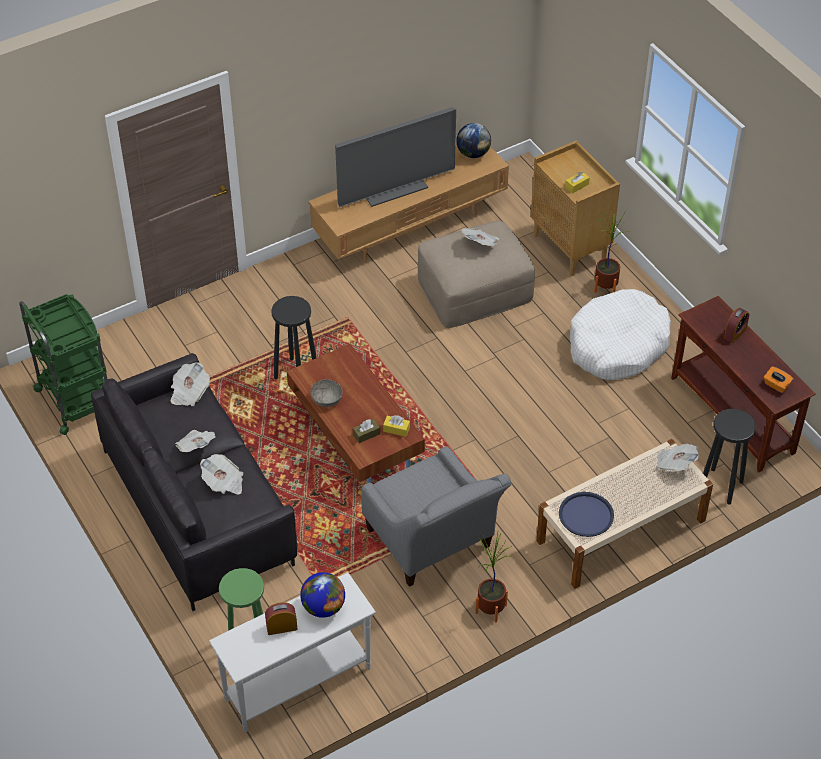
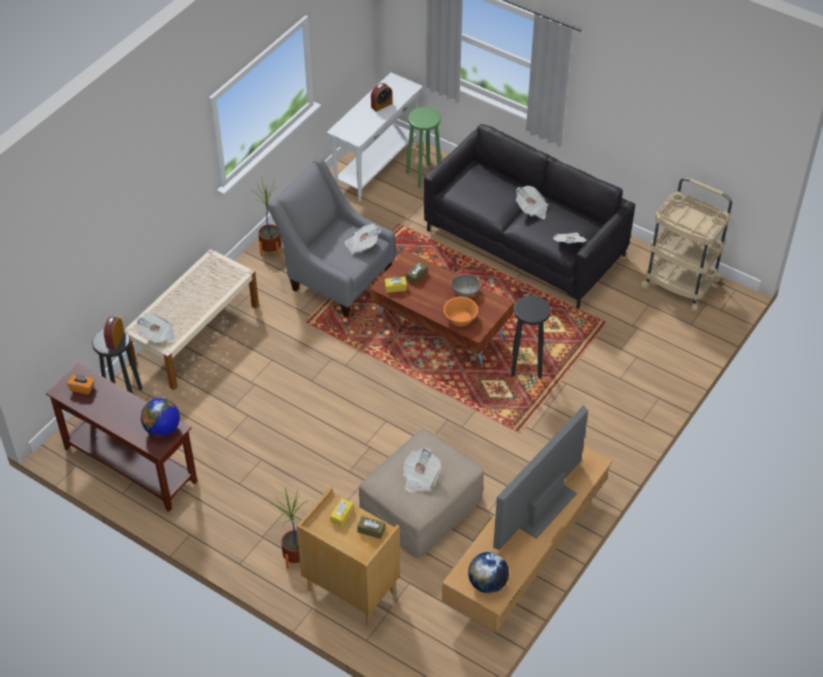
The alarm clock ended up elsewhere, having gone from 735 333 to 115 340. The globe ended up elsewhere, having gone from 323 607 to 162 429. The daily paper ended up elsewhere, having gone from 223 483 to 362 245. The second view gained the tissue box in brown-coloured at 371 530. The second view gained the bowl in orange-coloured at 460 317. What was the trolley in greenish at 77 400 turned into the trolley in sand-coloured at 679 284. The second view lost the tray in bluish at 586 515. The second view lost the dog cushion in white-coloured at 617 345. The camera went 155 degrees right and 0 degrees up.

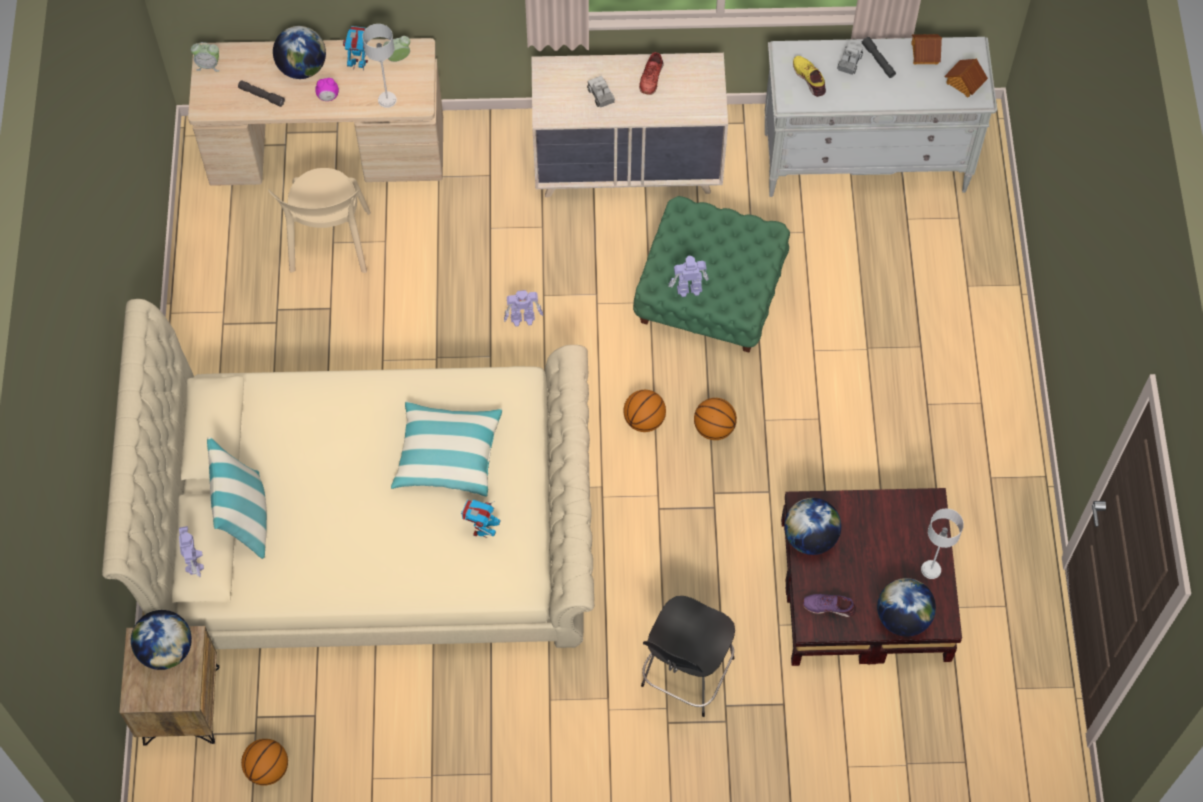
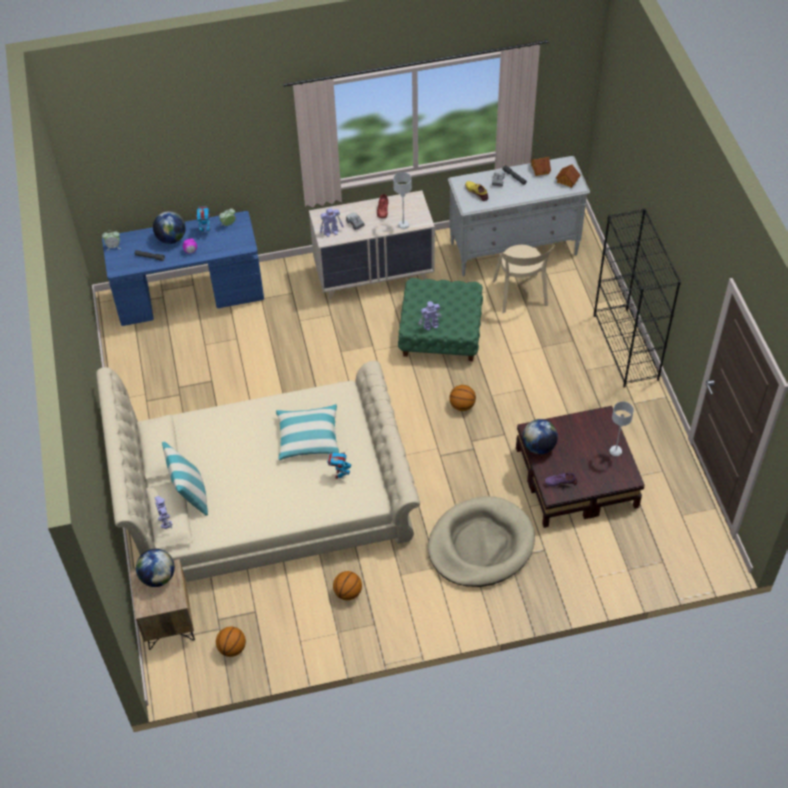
What was the desk in sand-coloured at 327 153 turned into the desk in bluish at 190 297. The toy robot ended up elsewhere, having gone from 523 318 to 331 232. The basketball ball ended up elsewhere, having gone from 644 420 to 348 592. The table lamp in greyish ended up elsewhere, having gone from 387 99 to 403 225. Where the chair in black stood at 686 675, the dog cushion in sand-coloured came to stand at 480 545. The chair in sand-coloured ended up elsewhere, having gone from 330 245 to 520 295. The second view gained the shelving unit in black at 626 347. The second view lost the globe at 902 618. The camera went 10 degrees left and 10 degrees down.

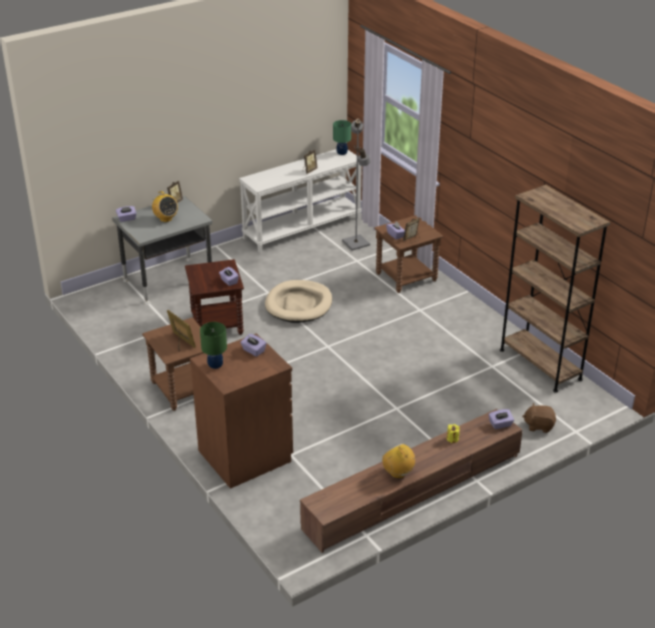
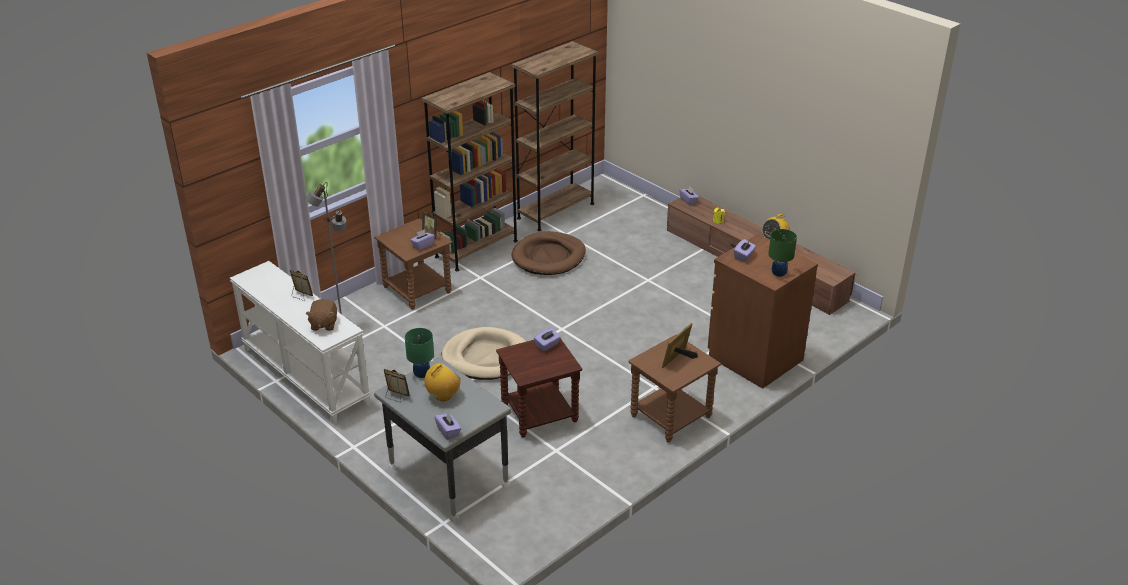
The soft toy in brown-coloured ended up elsewhere, having gone from 539 425 to 323 324. The table lamp in greenish ended up elsewhere, having gone from 342 153 to 421 374. The second view gained the shelving unit in brown-coloured at 476 249. The second view gained the dog cushion in brown-coloured at 549 257. The camera went 100 degrees left and 0 degrees up.

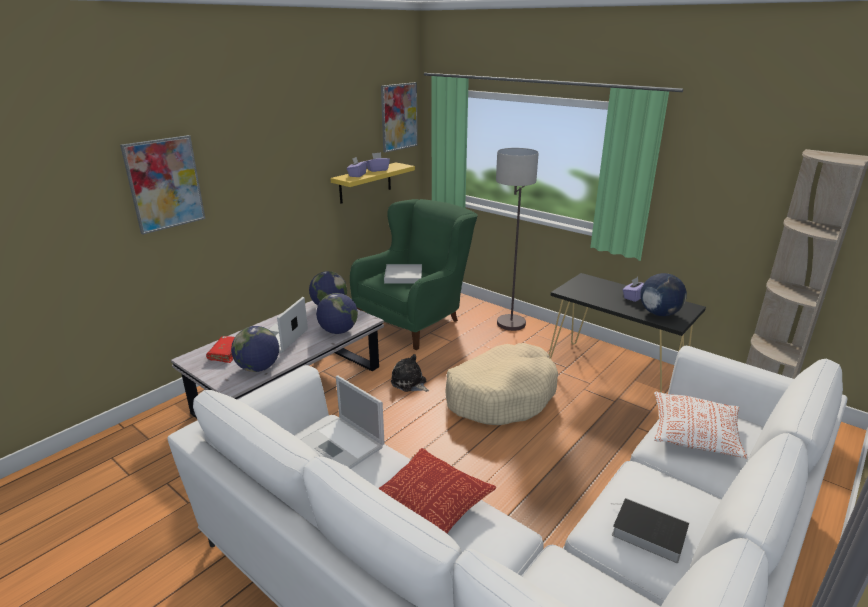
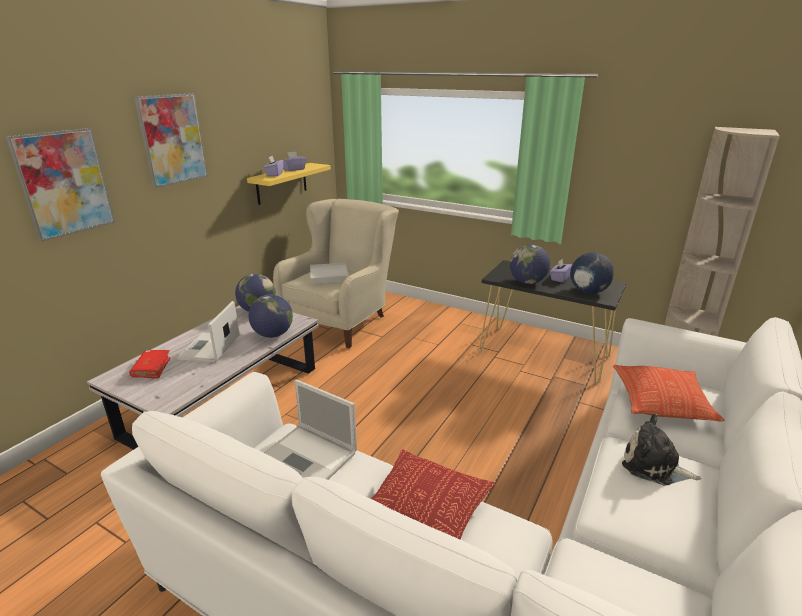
The wall art ended up elsewhere, having gone from 399 117 to 172 139. What was the easy chair in greenish at 417 320 turned into the easy chair in sand-coloured at 343 319. The globe ended up elsewhere, having gone from 258 368 to 527 282. What was the cushion in white-coloured at 694 435 turned into the cushion in orange-coloured at 661 404. The soft toy ended up elsewhere, having gone from 410 383 to 654 465. The second view lost the dog cushion in sand-coloured at 501 395. The second view lost the floor lamp in greyish at 508 327. The second view lost the book at 646 532. The camera went 10 degrees left and 0 degrees up.

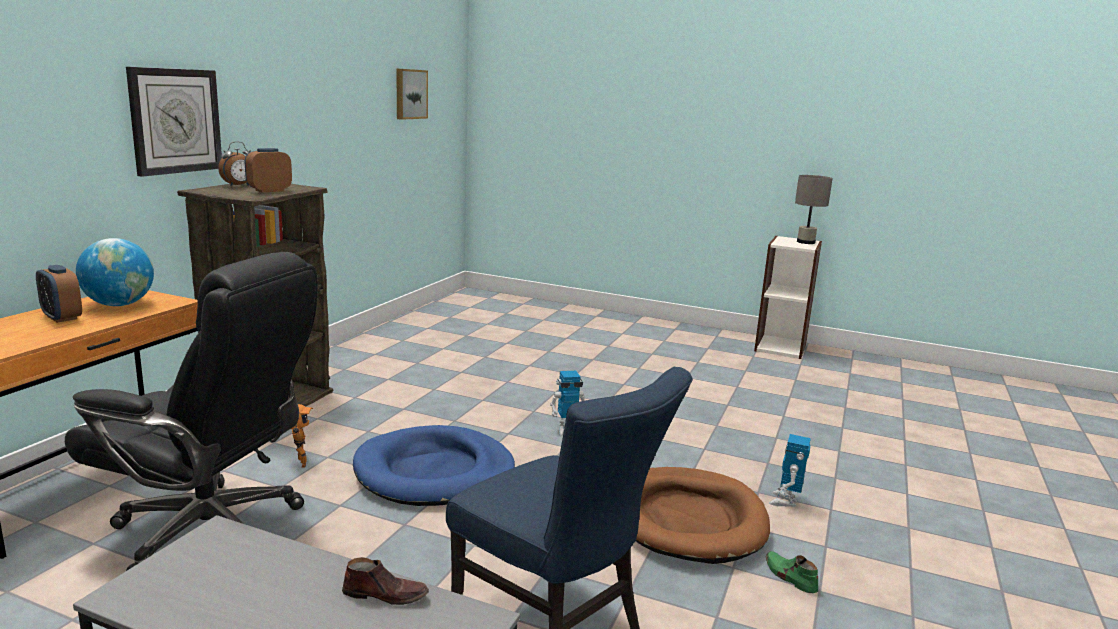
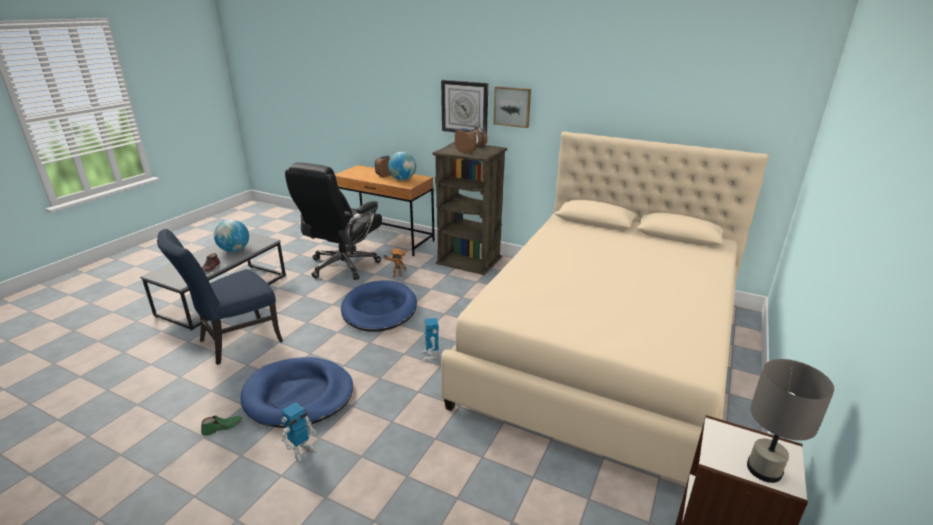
The second view gained the globe at 234 250. What was the dog cushion in brown-coloured at 689 519 turned into the dog cushion in bluish at 298 395. The toy robot at 785 501 ended up facing another way, 105 degrees clockwise from before. The second view gained the bed in sand-coloured at 605 350. The wall art ended up elsewhere, having gone from 410 94 to 512 106. The camera went 95 degrees right and 10 degrees up.

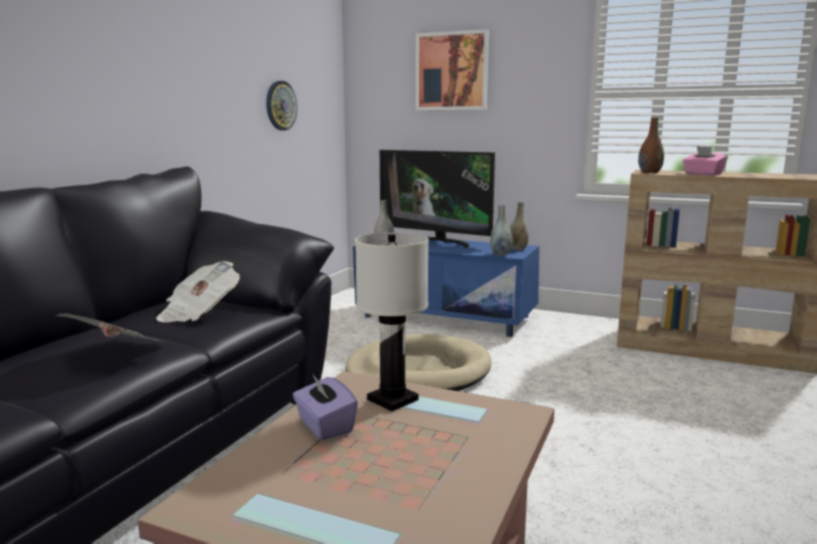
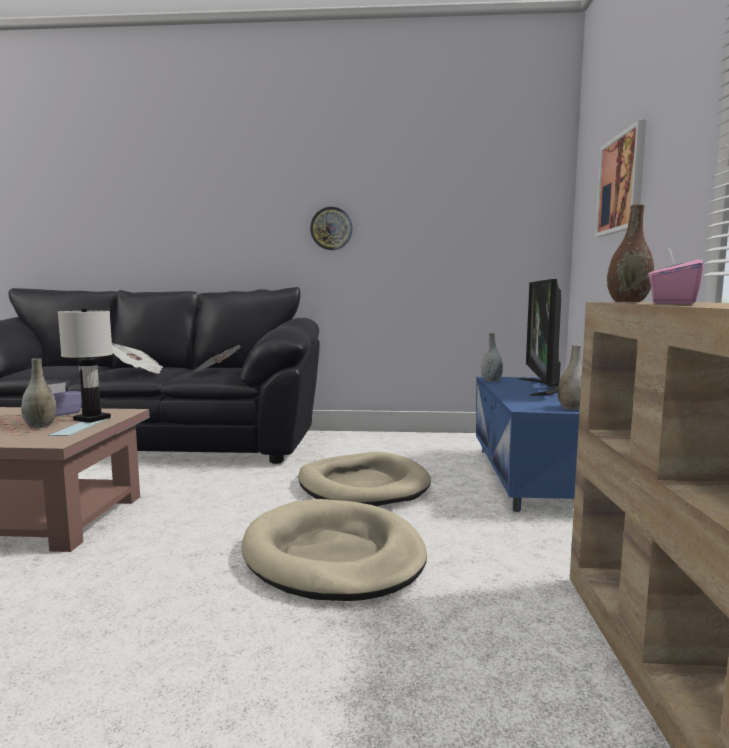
The flower vase in greyish ended up elsewhere, having gone from 500 254 to 40 426. The second view gained the dog cushion in sand-coloured at 333 556. The hanging clock ended up elsewhere, having gone from 280 105 to 331 228. The camera went 70 degrees right and 5 degrees down.

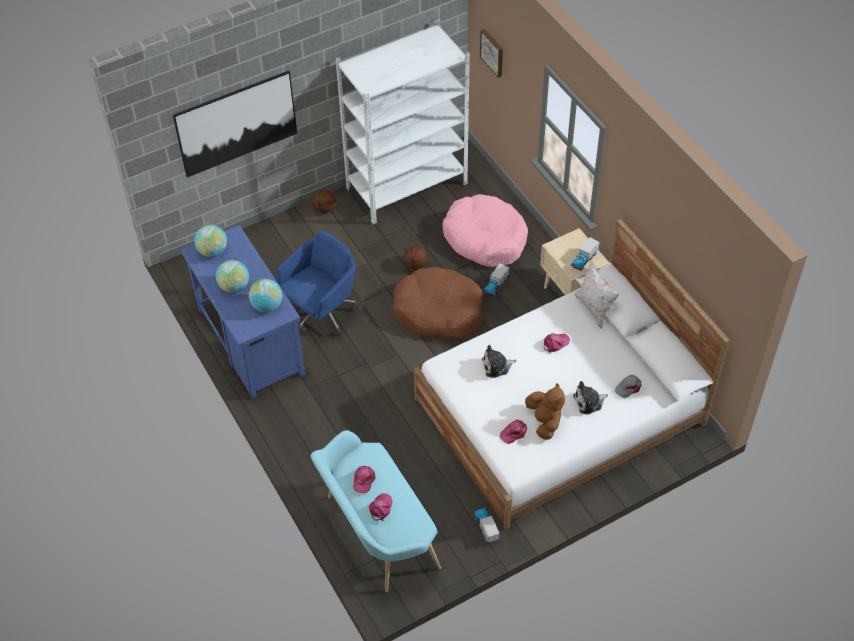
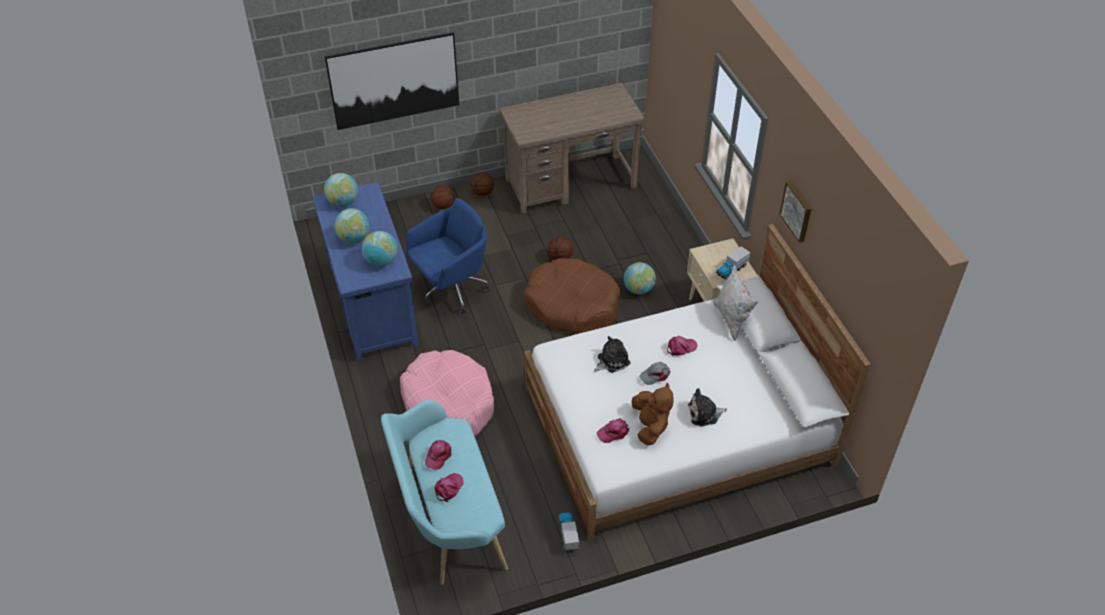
The dog cushion in pink ended up elsewhere, having gone from 485 238 to 448 403. The second view gained the basketball ball at 443 206. Where the shelving unit in white-coloured stood at 407 186, the desk in brown-coloured came to stand at 571 183. The soft toy at 497 366 ended up facing another way, 150 degrees clockwise from before. Where the toy lorry stood at 495 285, the globe came to stand at 638 289. The baseball cap in greyish ended up elsewhere, having gone from 628 387 to 655 375. The wall art ended up elsewhere, having gone from 493 52 to 797 211. The camera went 10 degrees right and 5 degrees down.

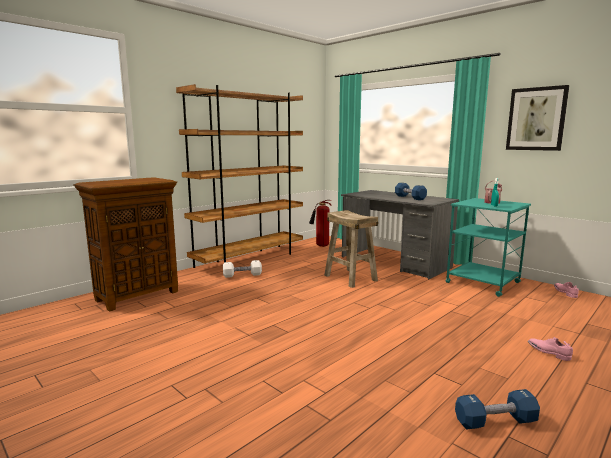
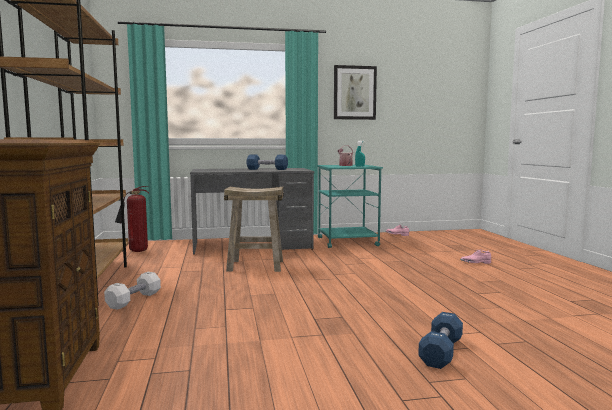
The hand weight in bluish ended up elsewhere, having gone from 495 421 to 441 352. The camera went 55 degrees left and 5 degrees down.

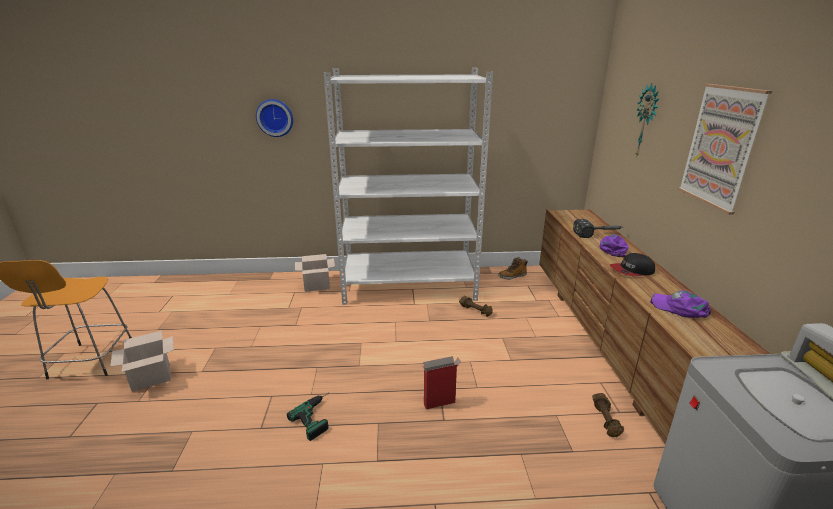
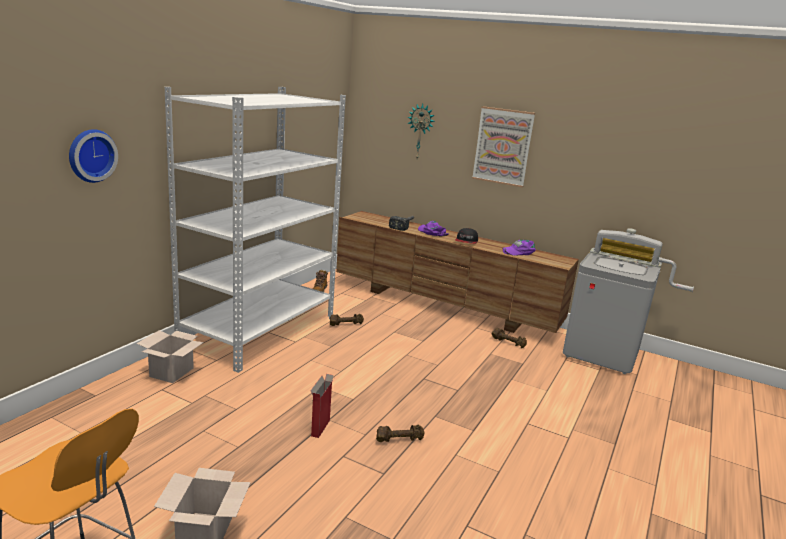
The carton ended up elsewhere, having gone from 440 403 to 320 427. Where the power drill stood at 318 416, the hand weight in brown-coloured came to stand at 399 439. The camera went 60 degrees left and 5 degrees down.

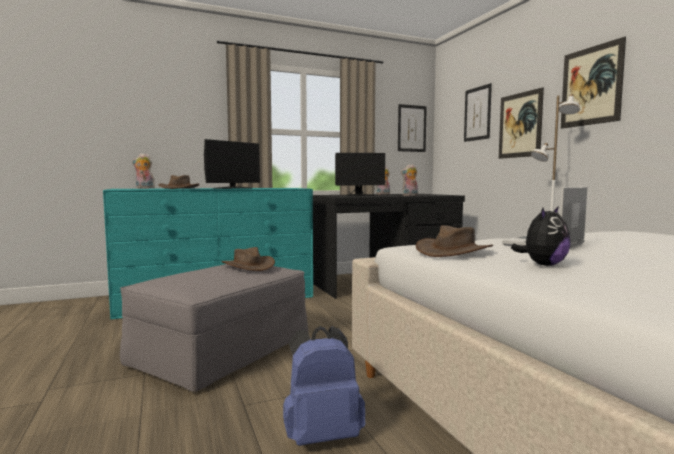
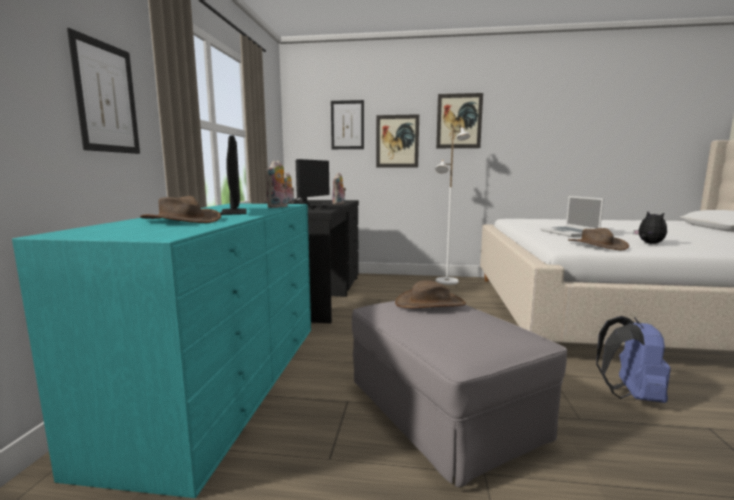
The wall art ended up elsewhere, having gone from 411 128 to 106 98. The soft toy ended up elsewhere, having gone from 144 188 to 278 207. The camera went 60 degrees left and 5 degrees up.

